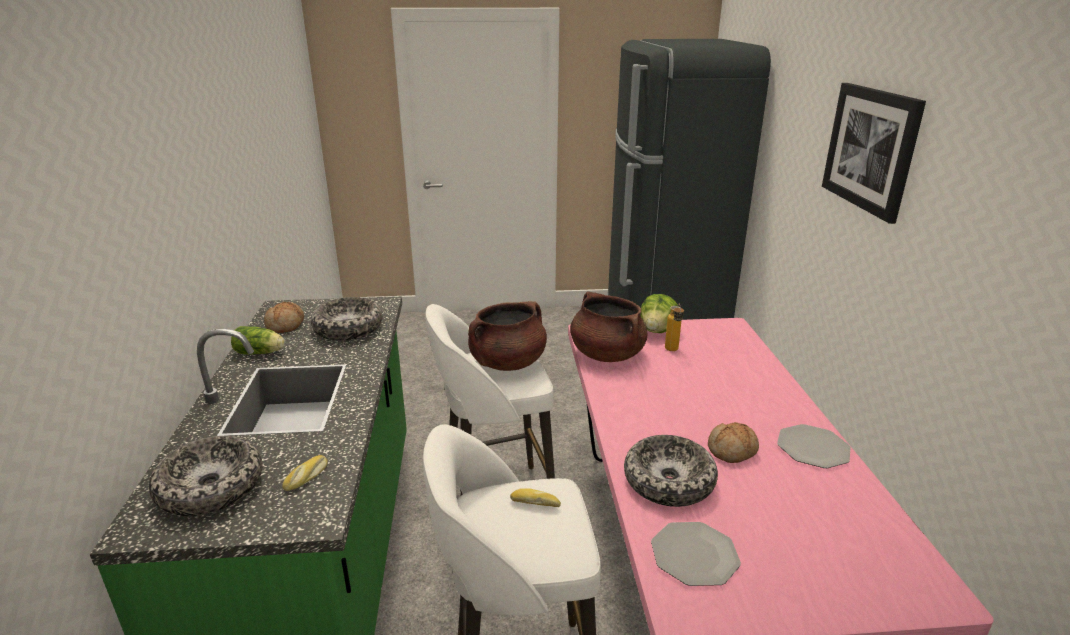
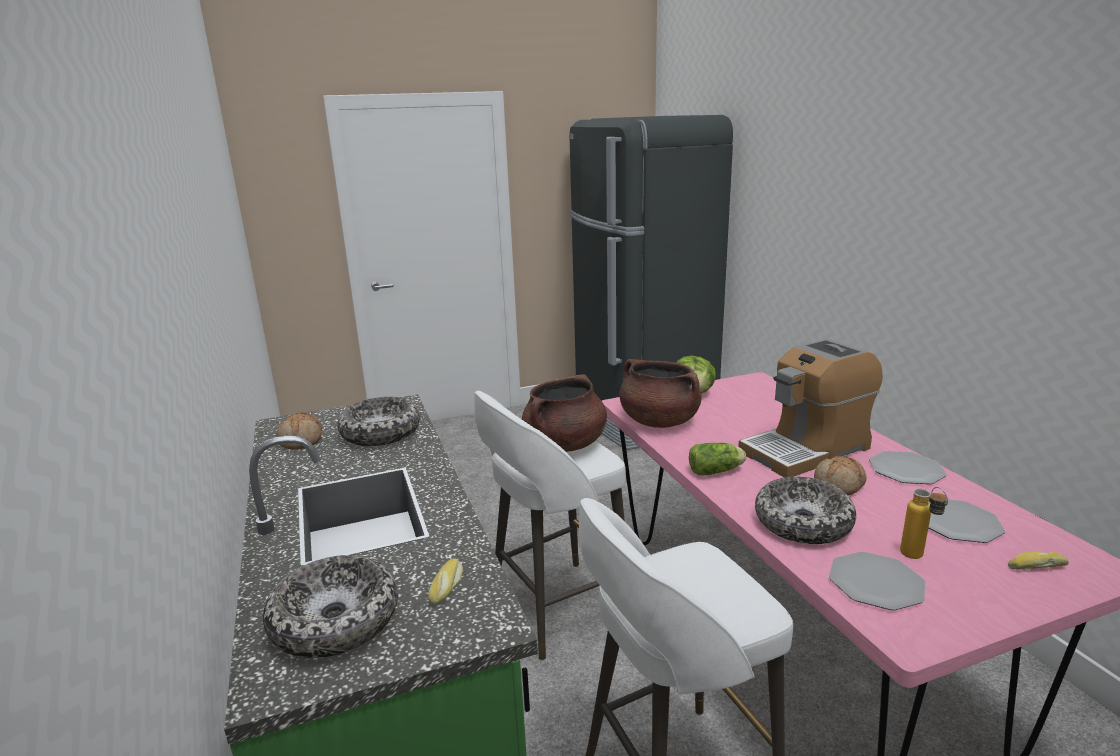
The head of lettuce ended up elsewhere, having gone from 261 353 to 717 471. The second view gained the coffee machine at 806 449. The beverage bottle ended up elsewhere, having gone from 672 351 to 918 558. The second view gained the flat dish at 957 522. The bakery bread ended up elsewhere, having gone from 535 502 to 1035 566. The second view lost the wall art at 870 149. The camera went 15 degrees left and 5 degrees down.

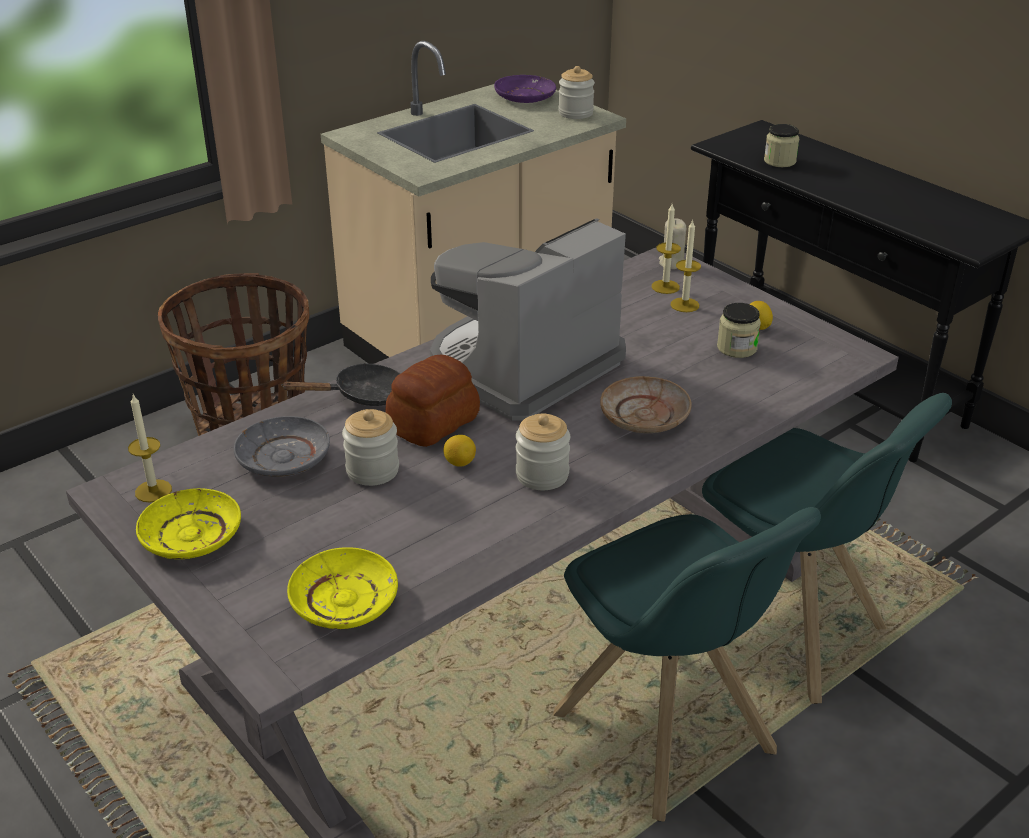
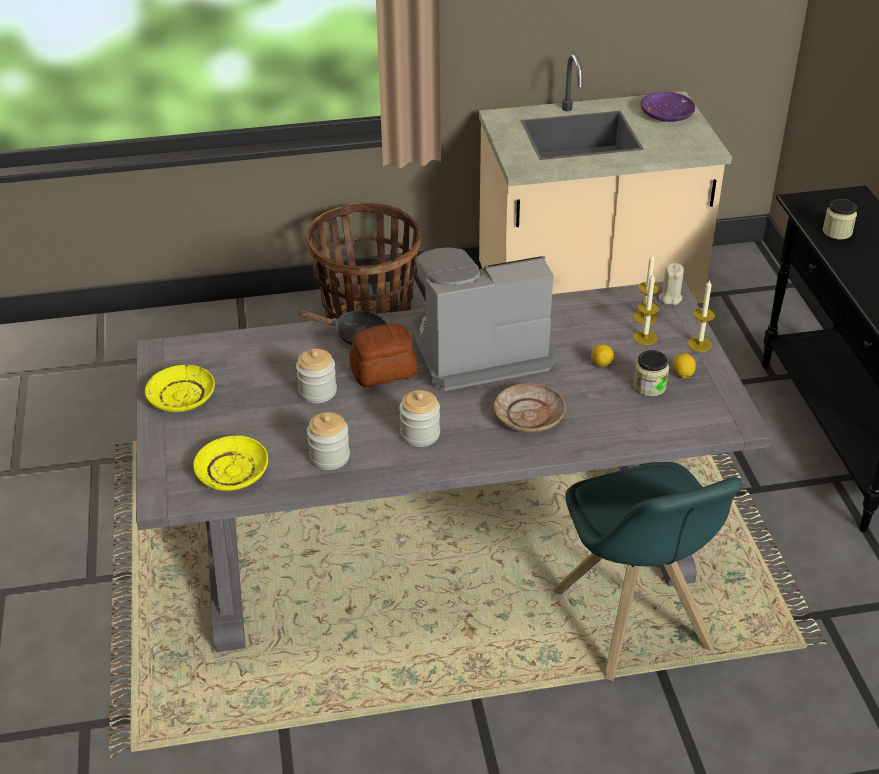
The storage jar ended up elsewhere, having gone from 575 113 to 329 457. The lemon ended up elsewhere, having gone from 459 463 to 601 364. The candle ended up elsewhere, having gone from 153 491 to 699 344. The second view lost the flat dish in greyish at 284 458. The second view lost the chair in turquoise at 666 732. The camera went 30 degrees right and 5 degrees up.

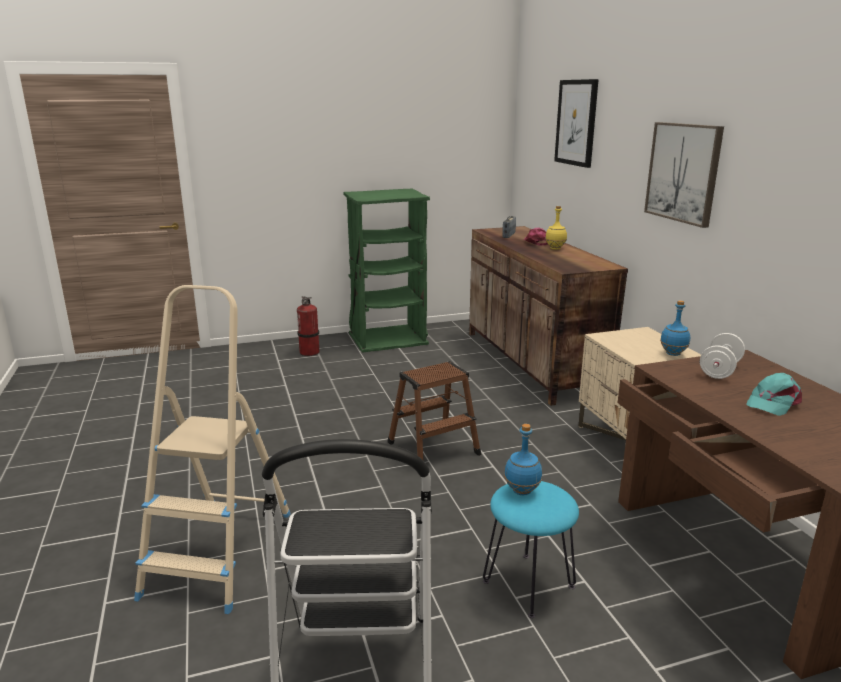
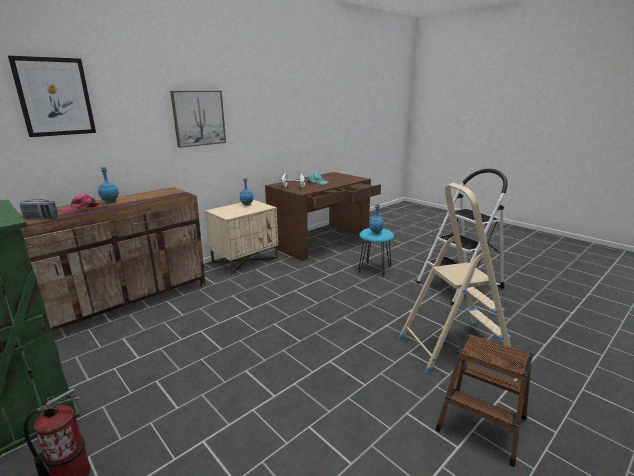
What was the beverage bottle in yellow at 555 248 turned into the beverage bottle in bluish at 110 202. The stepladder in brown-coloured ended up elsewhere, having gone from 433 448 to 482 423. The camera went 115 degrees left and 0 degrees up.

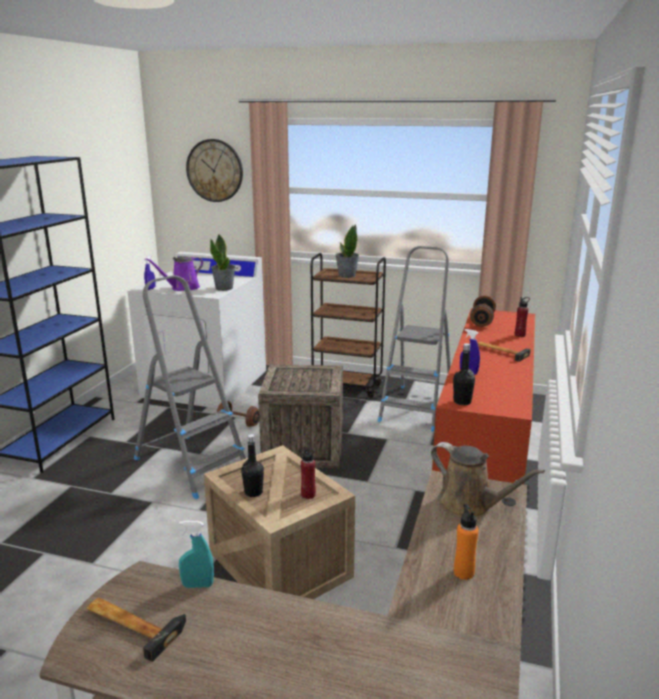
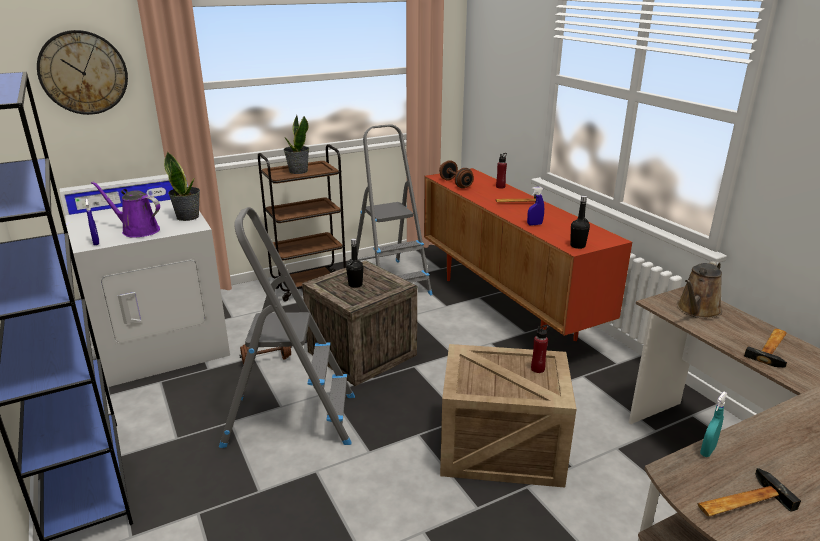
The watering can in purple-coloured at 182 288 ended up facing another way, 105 degrees clockwise from before. The beverage bottle in black ended up elsewhere, having gone from 253 492 to 355 285. The watering can in brown-coloured at 470 505 ended up facing another way, 135 degrees clockwise from before. Where the beverage bottle in orange-coloured stood at 463 572, the hammer came to stand at 772 348. The camera went 45 degrees left and 5 degrees up.

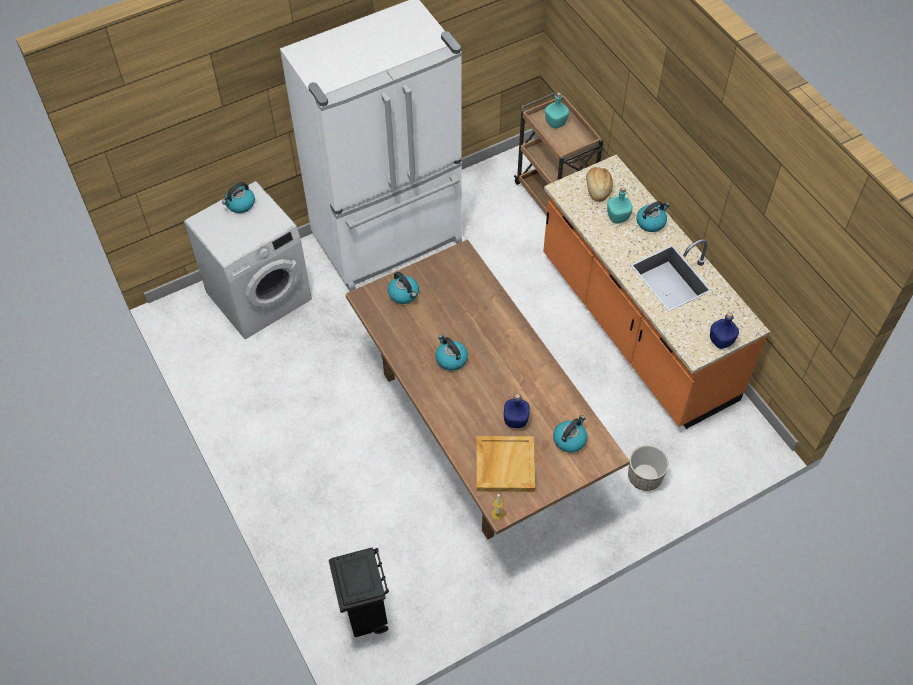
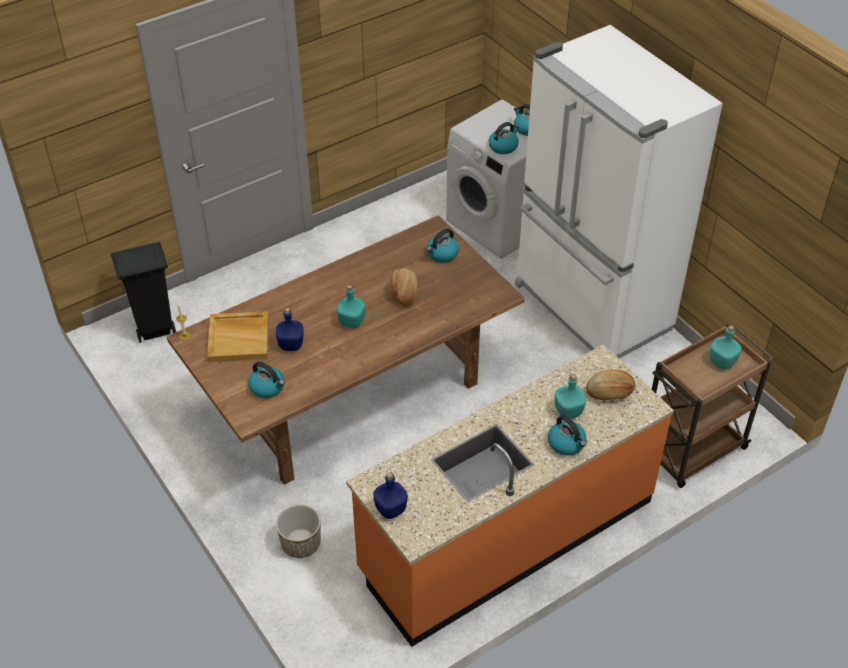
The second view gained the beverage bottle in turquoise at 352 321. The second view gained the bakery bread at 404 293. The tea kettle ended up elsewhere, having gone from 451 359 to 503 146. The camera went 85 degrees right and 10 degrees down.

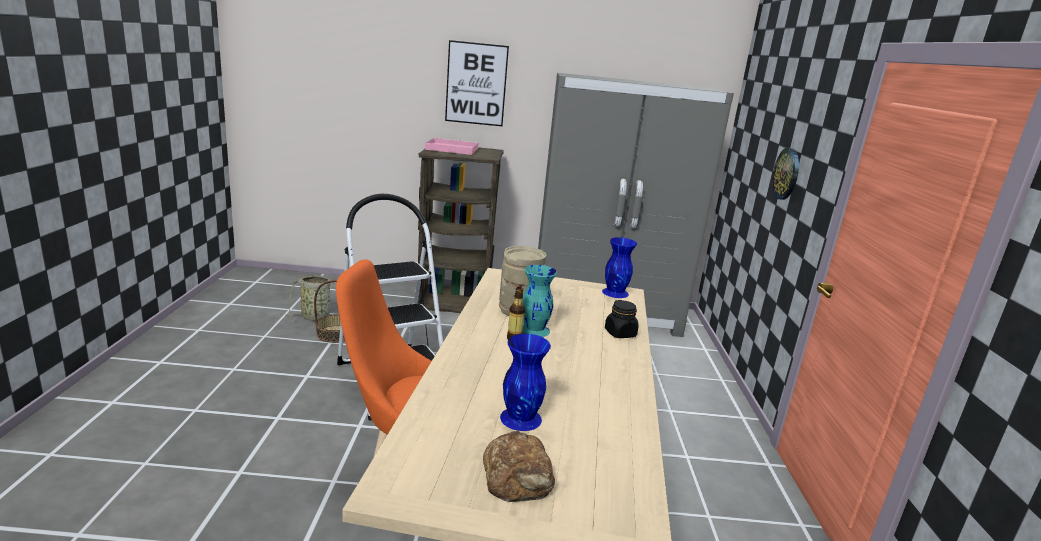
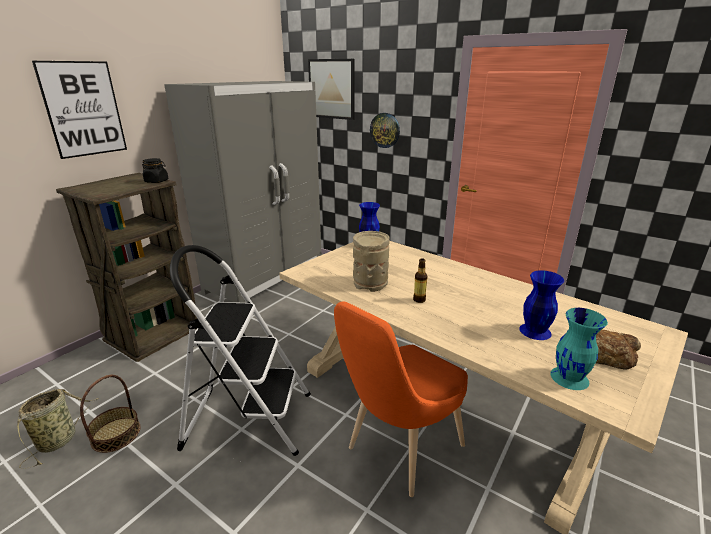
The storage jar in black ended up elsewhere, having gone from 620 333 to 156 181. The second view gained the wall art at 332 89. The flower vase in turquoise ended up elsewhere, having gone from 534 330 to 570 378. The second view lost the tray in pink at 450 149. The camera went 55 degrees left and 5 degrees up.

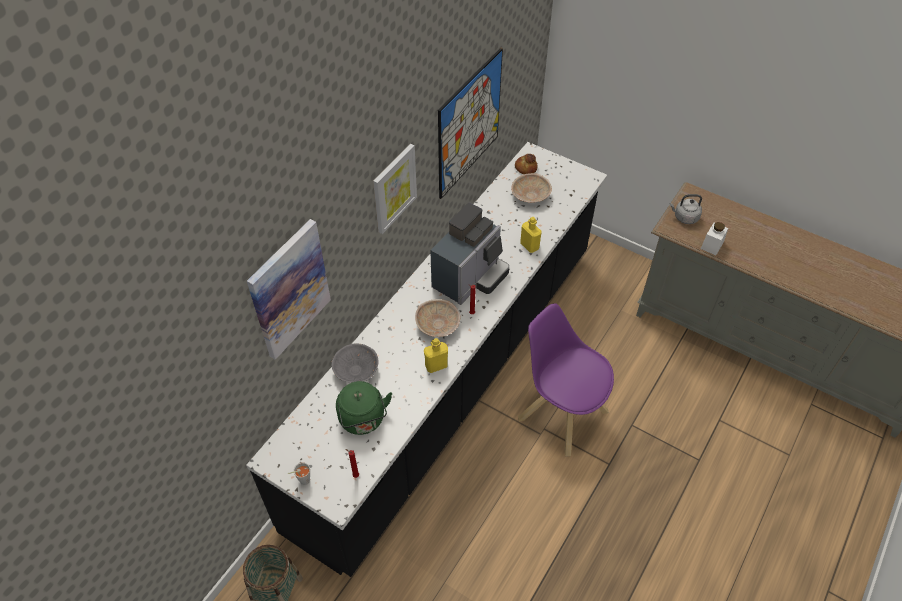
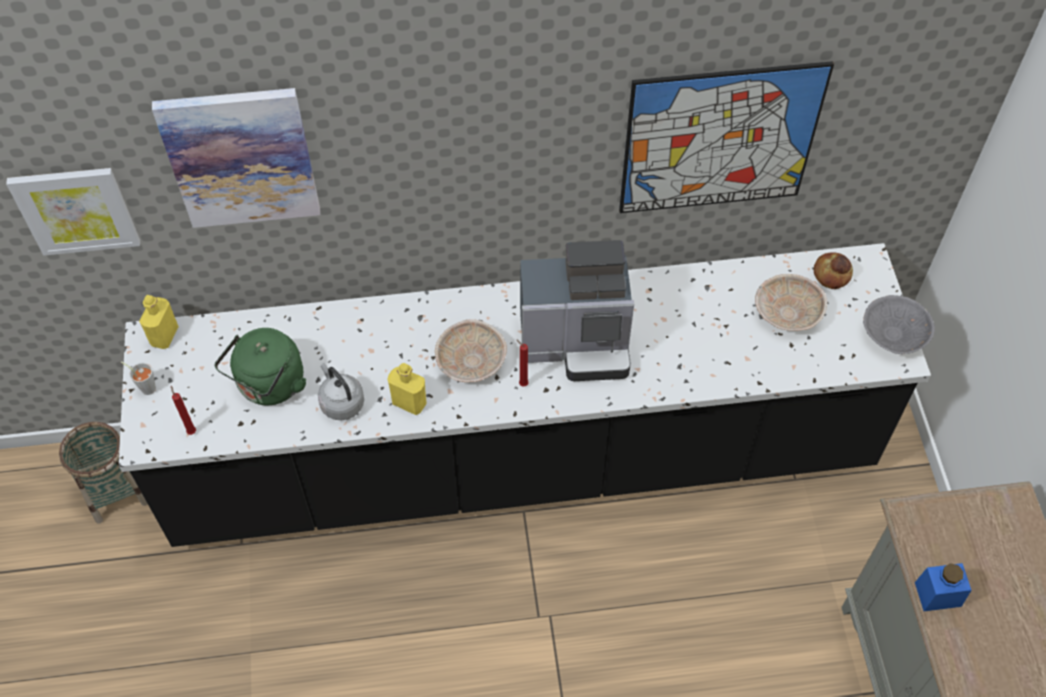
The wall art ended up elsewhere, having gone from 394 188 to 76 210. The beverage bottle in yellow ended up elsewhere, having gone from 529 246 to 164 336. The tea kettle in greyish ended up elsewhere, having gone from 684 217 to 341 402. The bowl in greyish ended up elsewhere, having gone from 356 369 to 894 334. What was the storage jar in white-coloured at 712 245 turned into the storage jar in bluish at 938 594. The second view lost the chair in purple-coloured at 561 413. The camera went 50 degrees right and 5 degrees up.

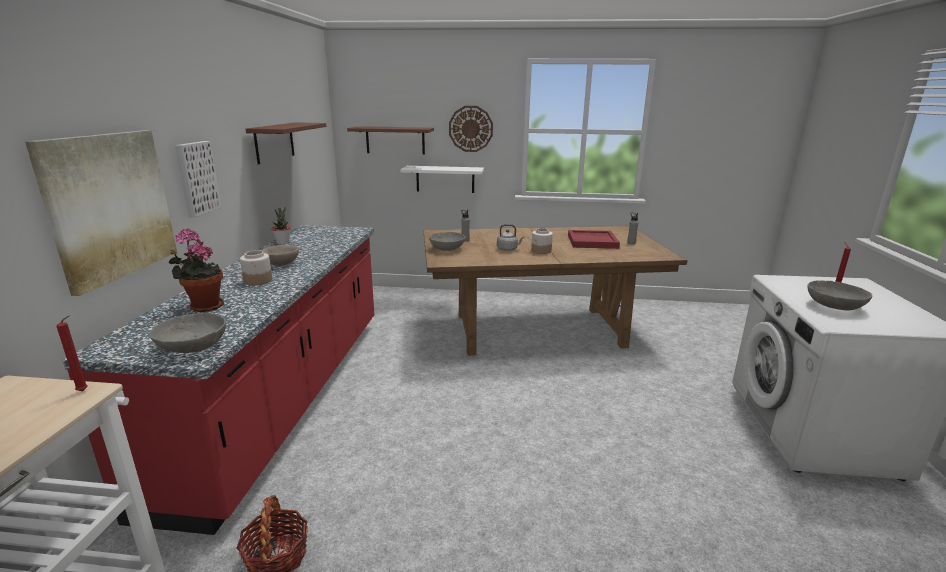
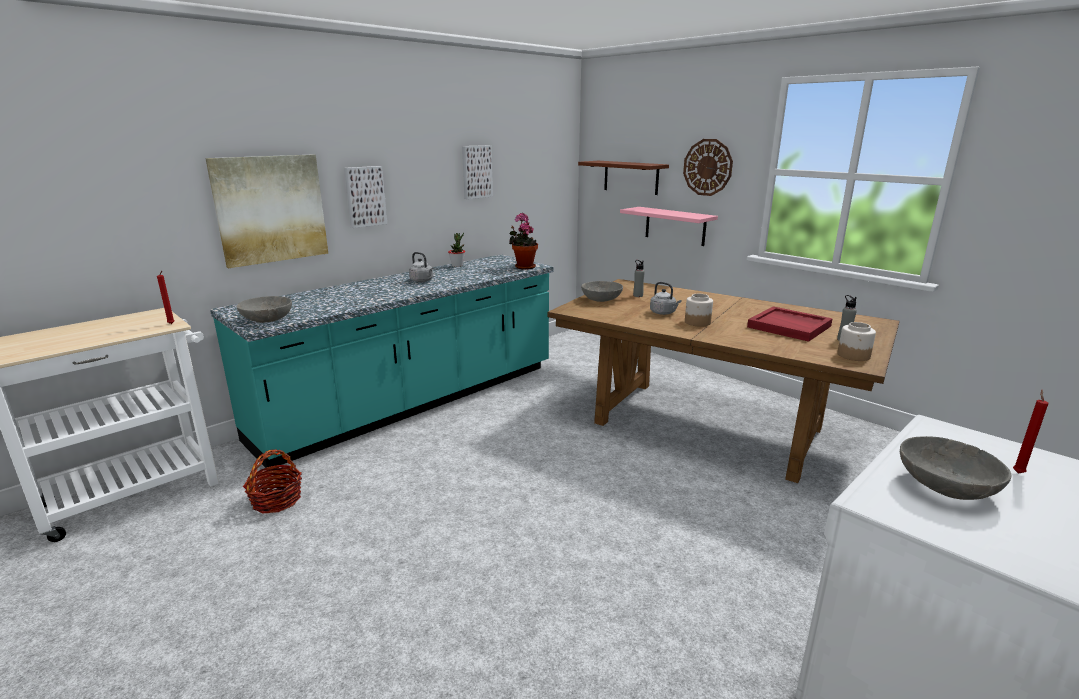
What was the kitchen base unit in red at 287 396 turned into the kitchen base unit in turquoise at 414 402. Where the bowl in sand-coloured stood at 282 264, the tea kettle in greyish came to stand at 422 281. Where the wall shelf in brown-coloured hung at 274 142, the wall art came to hang at 476 171. The houseplant ended up elsewhere, having gone from 204 306 to 523 267. What was the wall shelf in white-coloured at 445 179 turned into the wall shelf in pink at 675 226. The storage jar ended up elsewhere, having gone from 258 280 to 853 355. The camera went 40 degrees right and 0 degrees up.

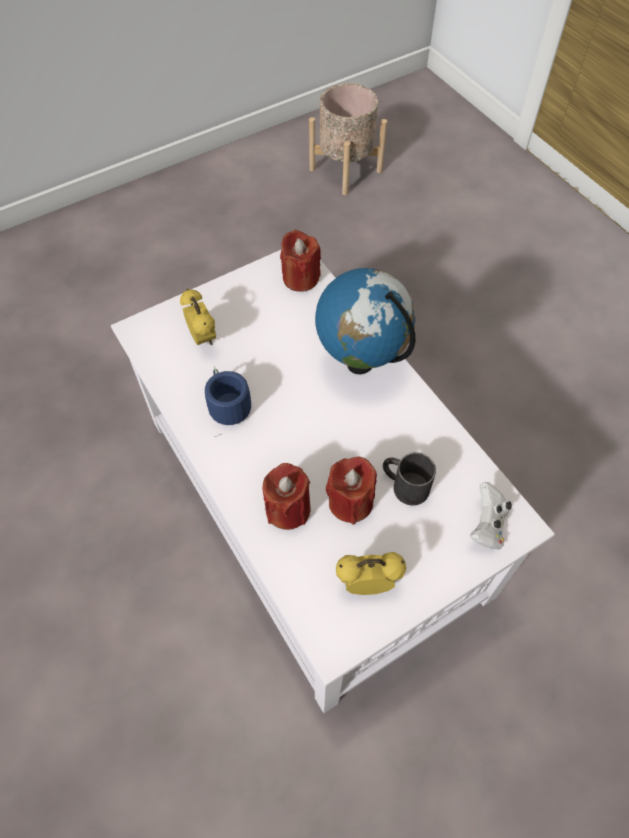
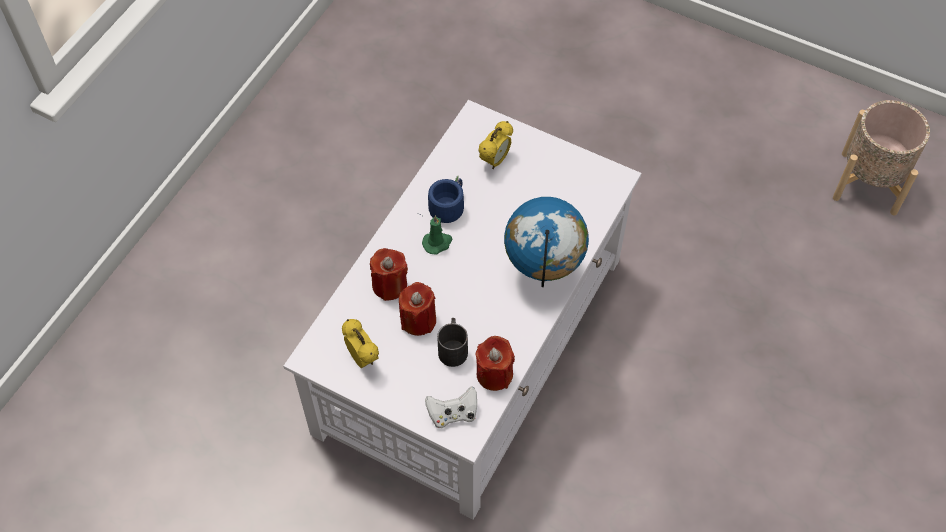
The second view gained the candle in greenish at 437 243. The candle in red ended up elsewhere, having gone from 300 278 to 494 374. The camera went 60 degrees right and 0 degrees up.

